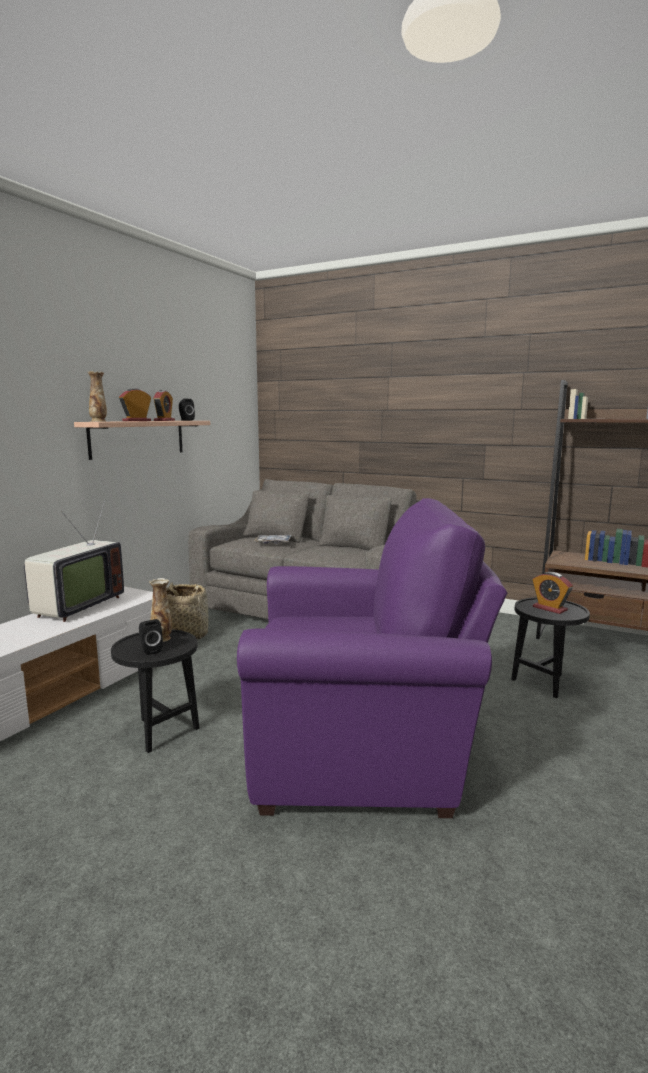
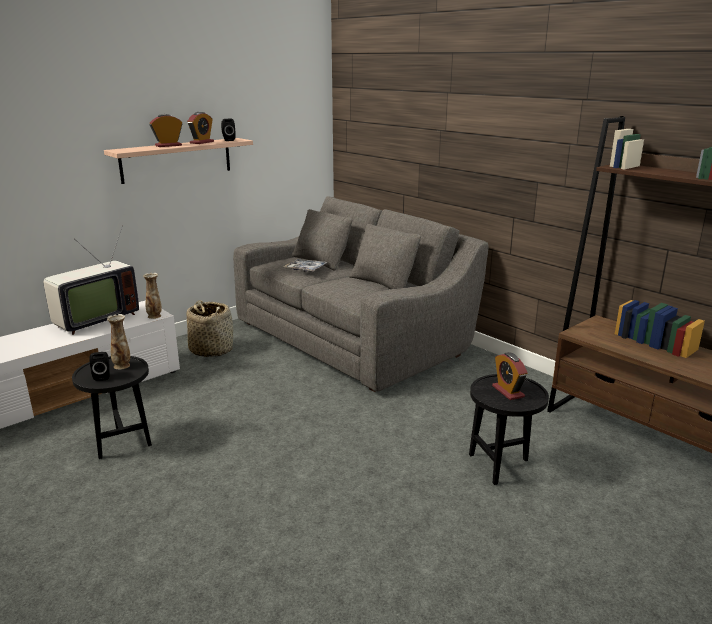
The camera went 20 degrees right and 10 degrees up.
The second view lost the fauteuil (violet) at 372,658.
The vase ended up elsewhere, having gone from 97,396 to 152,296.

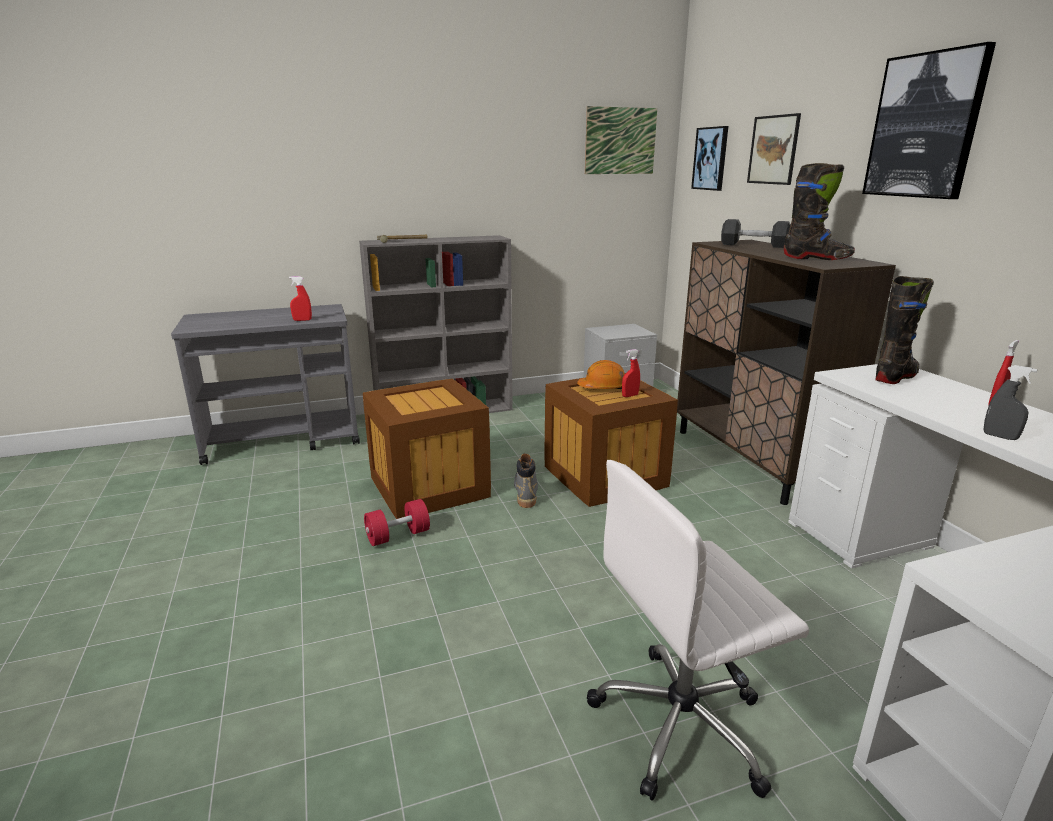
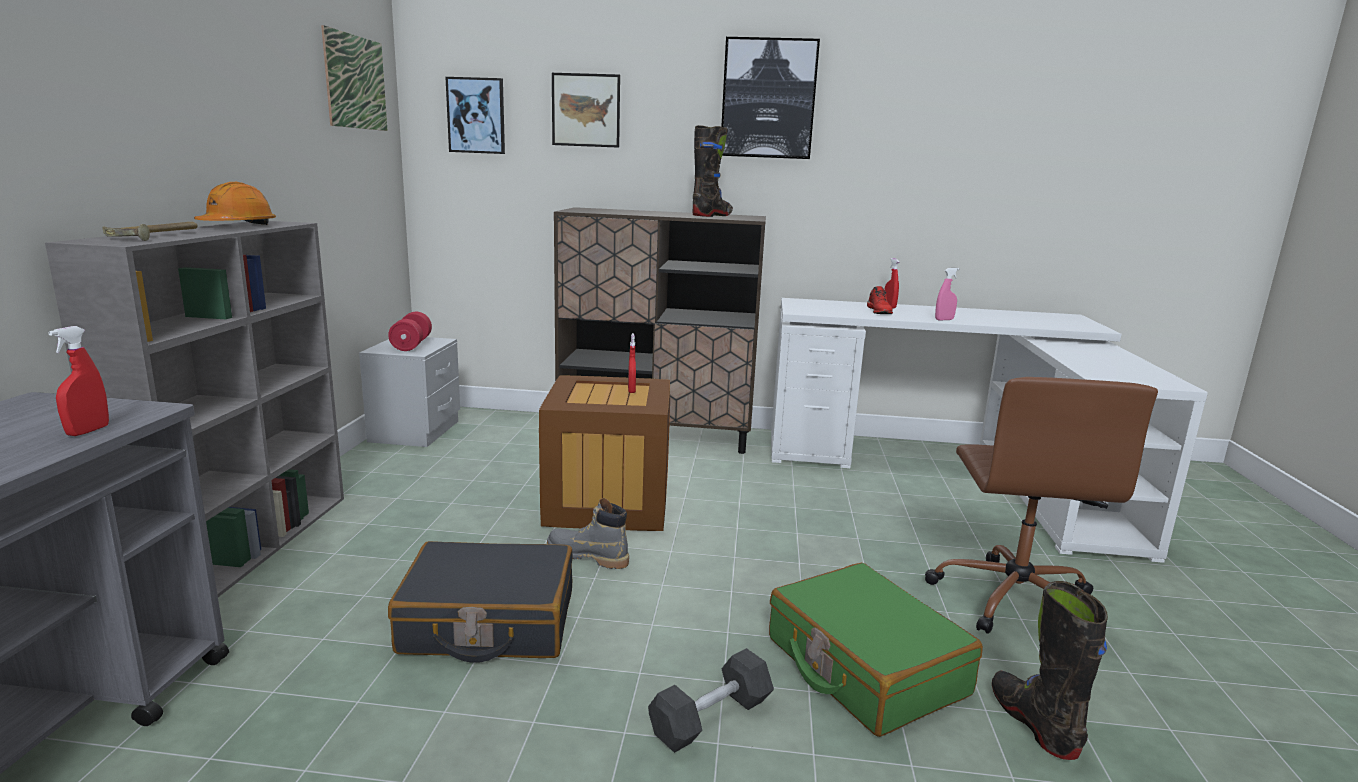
The camera went 65 degrees left and 5 degrees down.
The second view gained the valise (vert) at 876,650.
The second view gained the chaussure (rouge) at 880,300.
The haltère (rouge) ended up elsewhere, having gone from 397,522 to 410,331.
The casque de chantier (orange) ended up elsewhere, having gone from 601,375 to 235,203.
The haltère (gris) ended up elsewhere, having gone from 756,233 to 711,700.
The botte (noir) ended up elsewhere, having gone from 904,330 to 1050,670.
Where the caisse stood at 427,449, the valise (noir) came to stand at 480,602.
What was the chaise de bureau (blanc) at 698,630 turned into the chaise de bureau (marron) at 1041,505.
What was the vaporisateur (gris) at 1010,402 turned into the vaporisateur (rose) at 947,294.

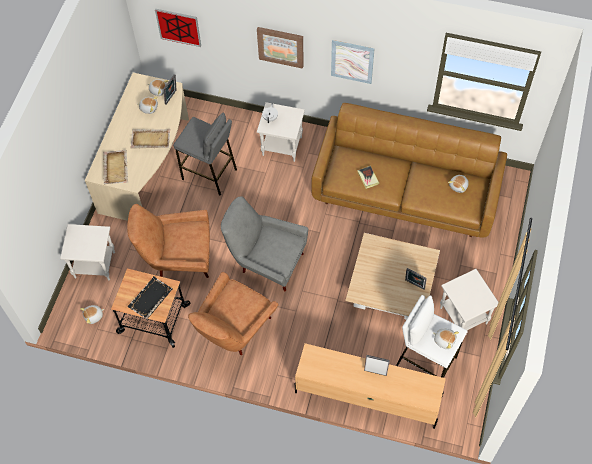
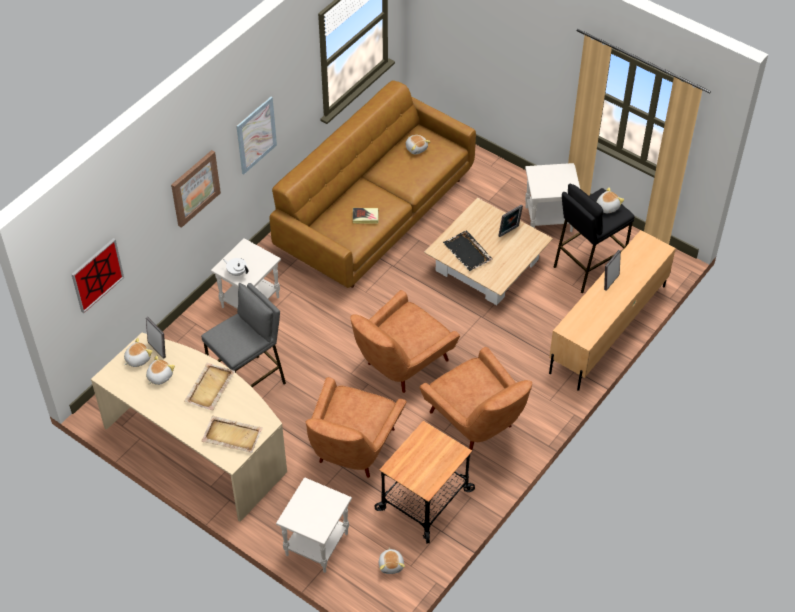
The camera went 70 degrees left and 10 degrees down.
The plateau (noir) ended up elsewhere, having gone from 150,298 to 468,250.
What was the fauteuil (gris) at 264,244 turned into the fauteuil (marron) at 405,341.
What was the tabouret (blanc) at 432,336 turned into the tabouret (noir) at 594,238.

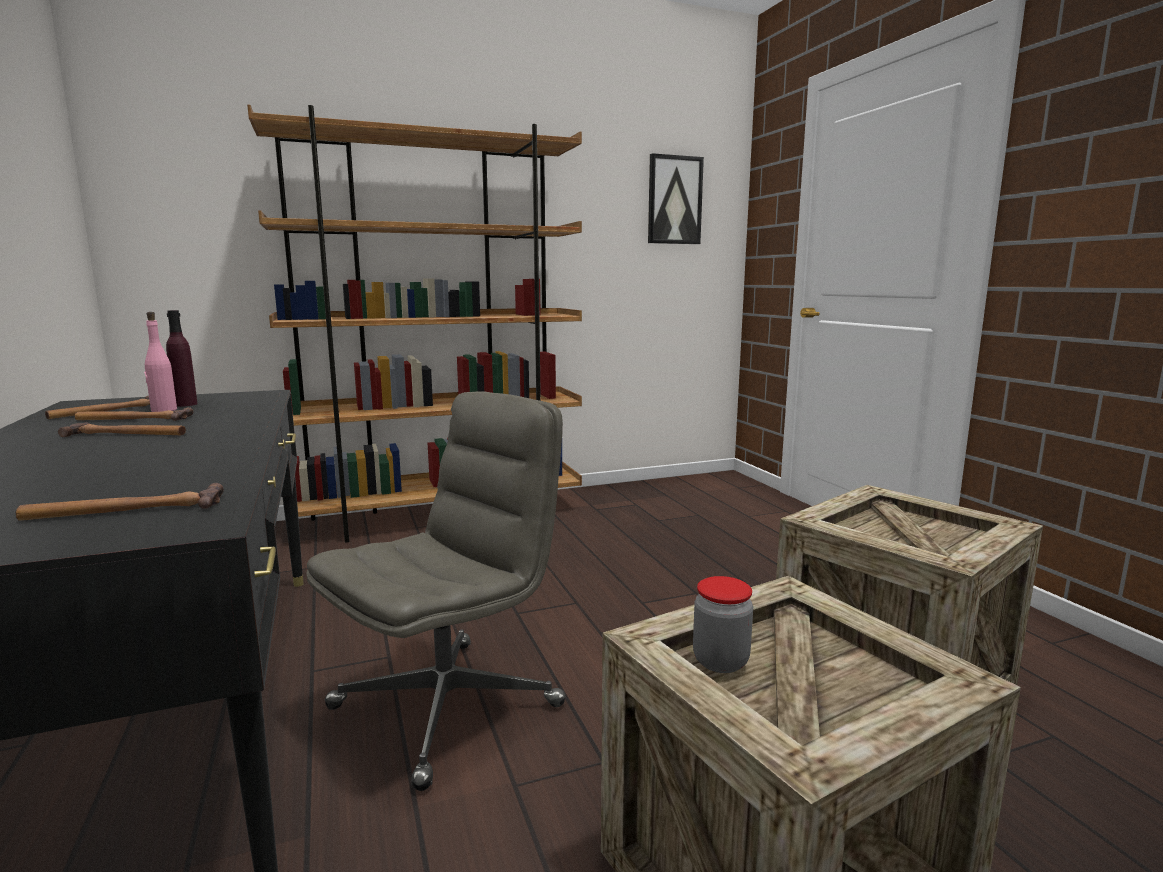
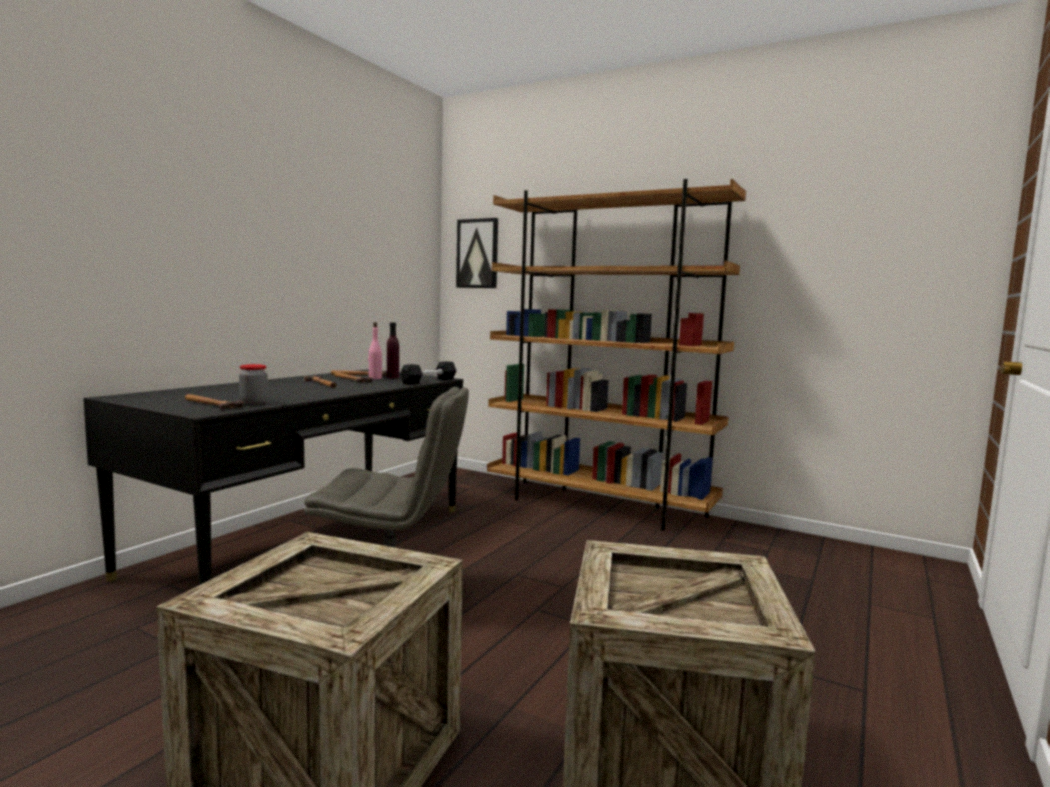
The camera went 50 degrees right and 5 degrees down.
The second view gained the haltère (noir) at 428,372.
The tableau ended up elsewhere, having gone from 676,198 to 477,253.
The bocal ended up elsewhere, having gone from 723,624 to 253,384.

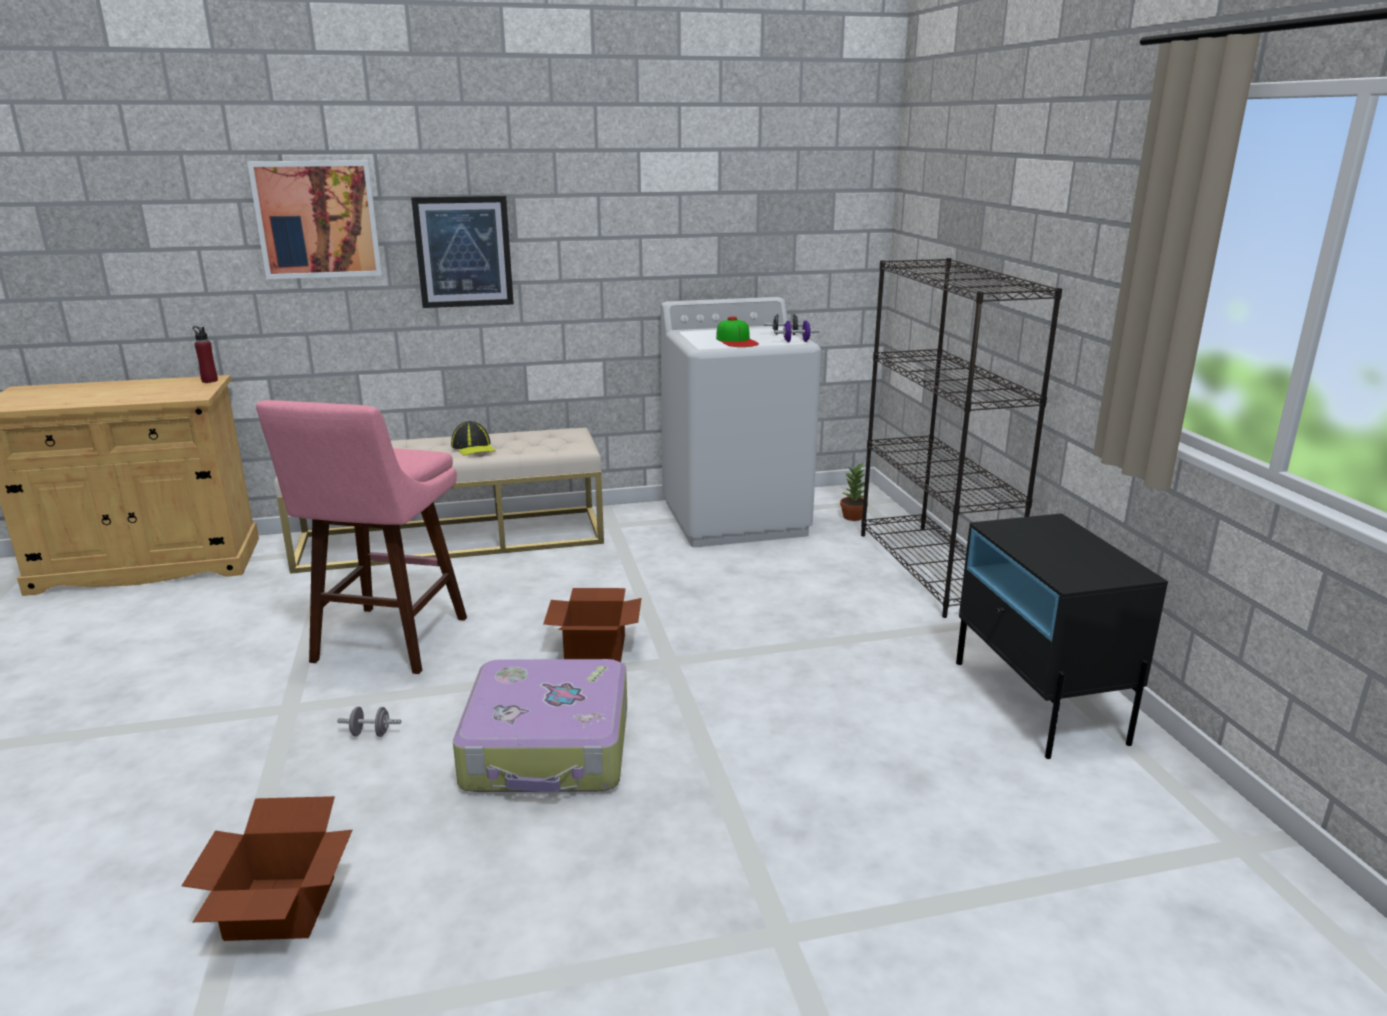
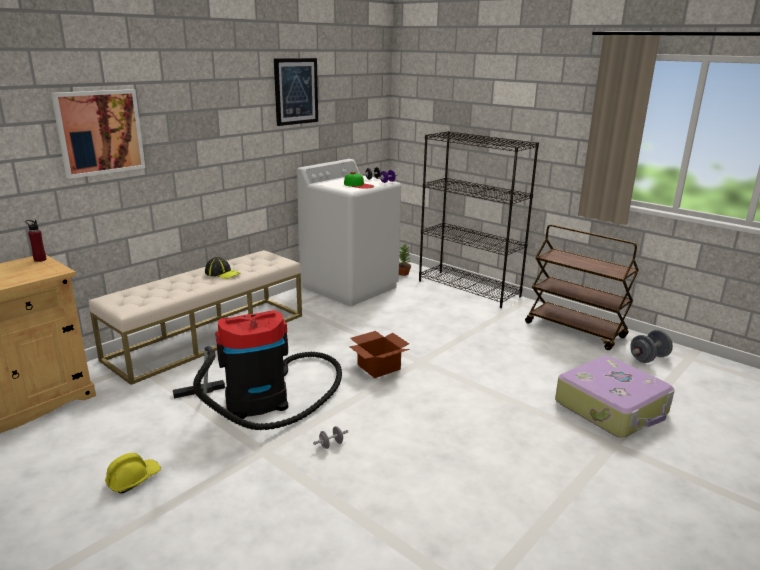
The camera went 35 degrees left and 0 degrees up.
The second view lost the carton at 267,868.
The second view gained the casque de chantier (jaune) at 133,473.
The second view gained the haltère (gris) at 651,346.
The tableau ended up elsewhere, having gone from 462,251 to 296,92.
The valise ended up elsewhere, having gone from 540,725 to 614,397.
Where the tabouret (rose) stood at 361,537, the aspirateur came to stand at 257,370.
Where the table de chevet (noir) stood at 1062,636, the chariot (marron) came to stand at 582,287.

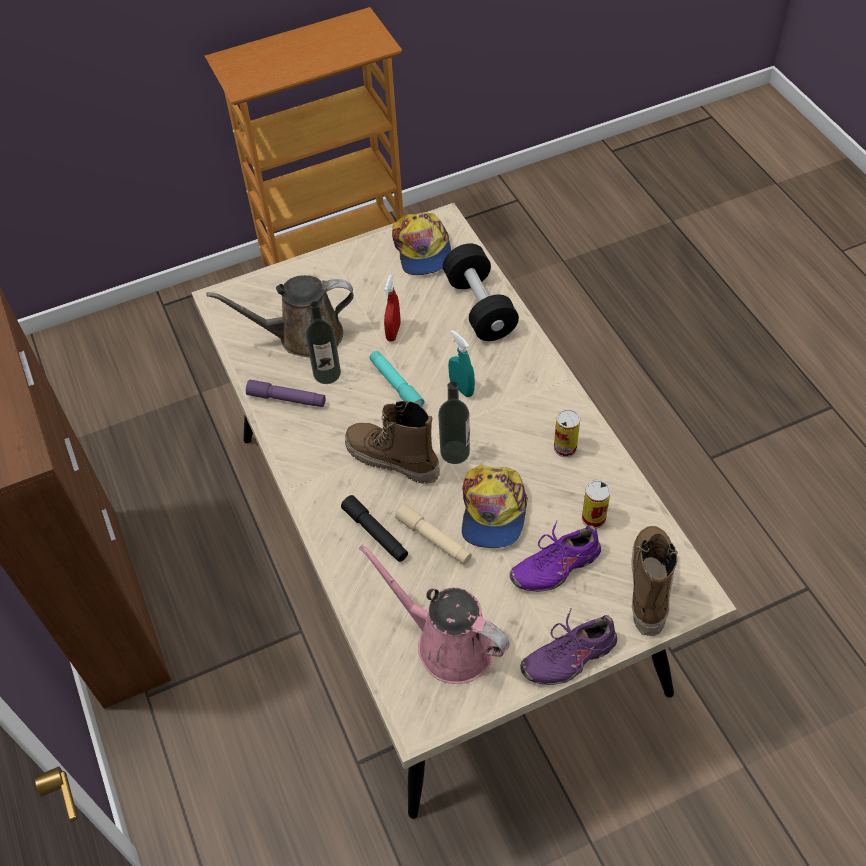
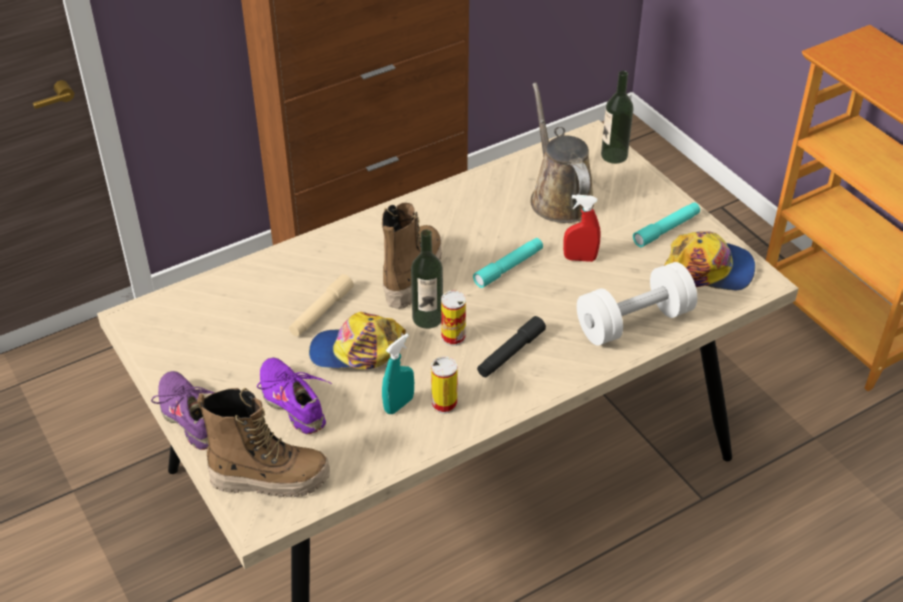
The camera went 80 degrees right and 10 degrees down.
The second view lost the lampe de poche (violet) at 286,393.
The second view lost the arrosoir (rose) at 434,614.
The second view gained the lampe de poche (turquoise) at 666,224.
The bouteille ended up elsewhere, having gone from 323,342 to 617,117.
The lampe de poche (noir) ended up elsewhere, having gone from 374,528 to 511,346.
The vaporisateur (turquoise) ended up elsewhere, having gone from 461,363 to 398,373.
The boîte métallique ended up elsewhere, having gone from 596,504 to 453,318.
What was the haltère (noir) at 481,292 turned into the haltère (blanc) at 637,304.
The casquette at 421,243 ended up facing another way, 150 degrees counterclockwise from before.

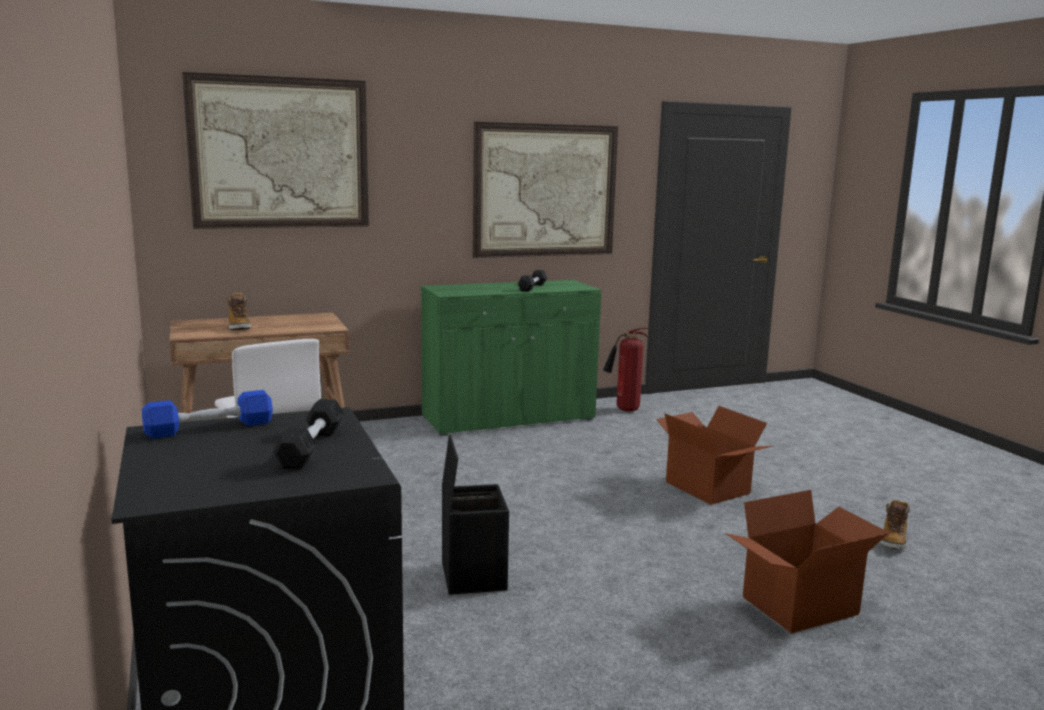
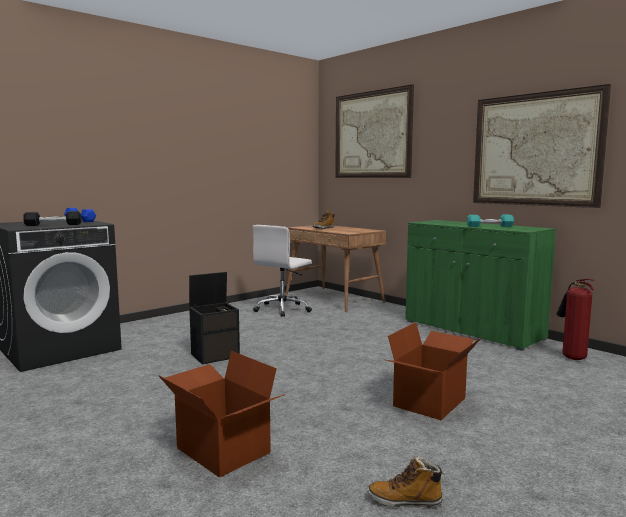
The camera went 70 degrees right and 5 degrees down.
What was the haltère (noir) at 532,281 turned into the haltère (turquoise) at 490,221.

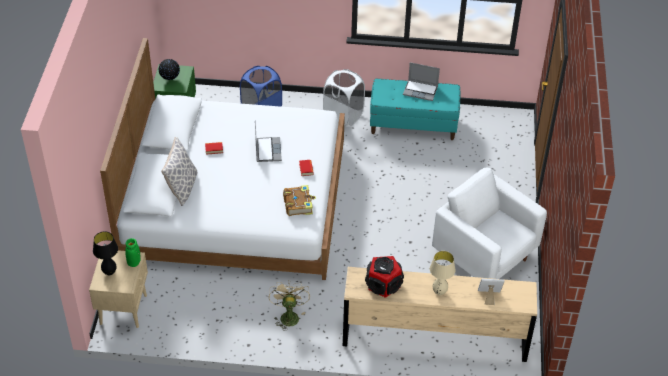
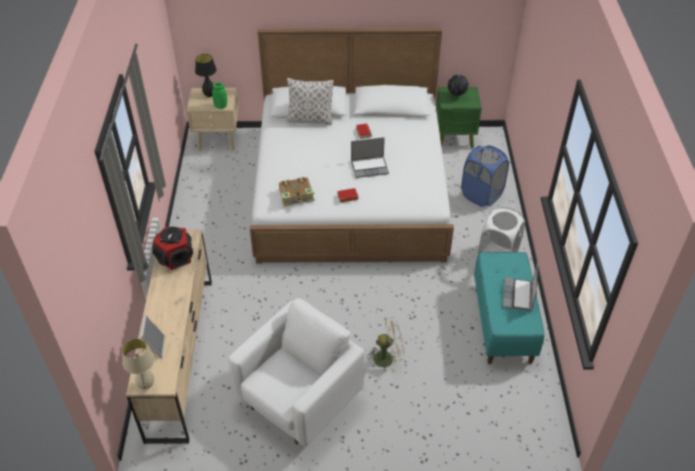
The camera went 85 degrees right and 0 degrees up.
The ventilateur (beige) ended up elsewhere, having gone from 289,305 to 386,345.
The lampe de table (beige) ended up elsewhere, having gone from 443,273 to 138,364.

